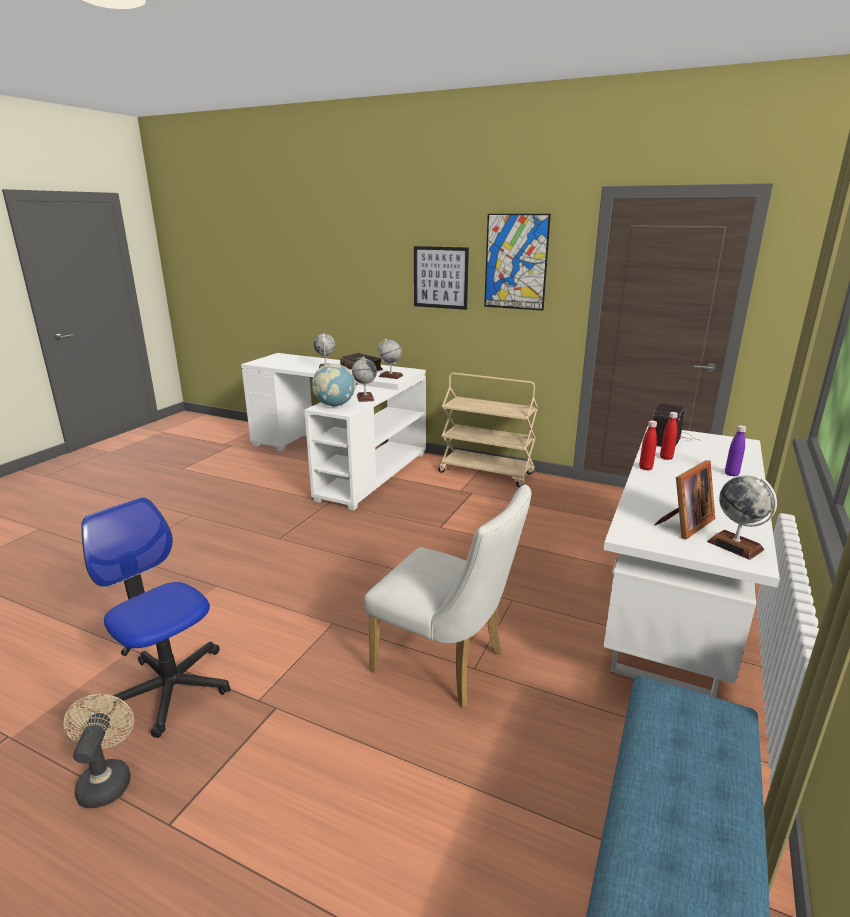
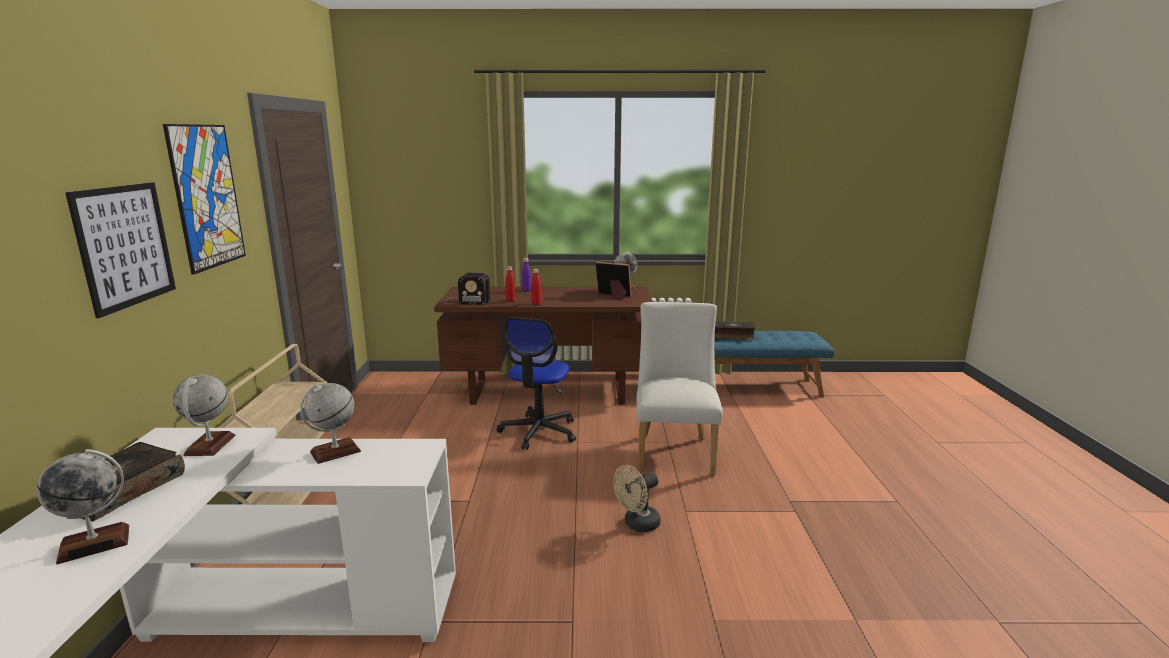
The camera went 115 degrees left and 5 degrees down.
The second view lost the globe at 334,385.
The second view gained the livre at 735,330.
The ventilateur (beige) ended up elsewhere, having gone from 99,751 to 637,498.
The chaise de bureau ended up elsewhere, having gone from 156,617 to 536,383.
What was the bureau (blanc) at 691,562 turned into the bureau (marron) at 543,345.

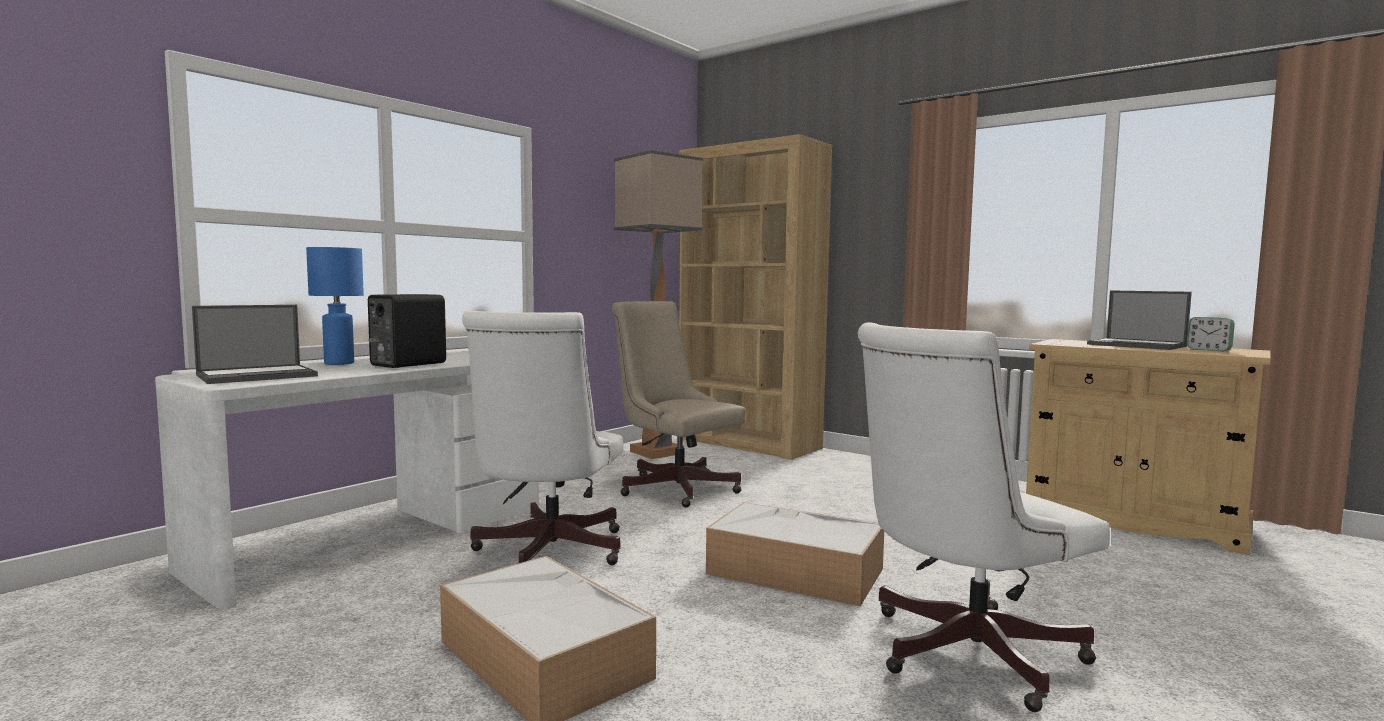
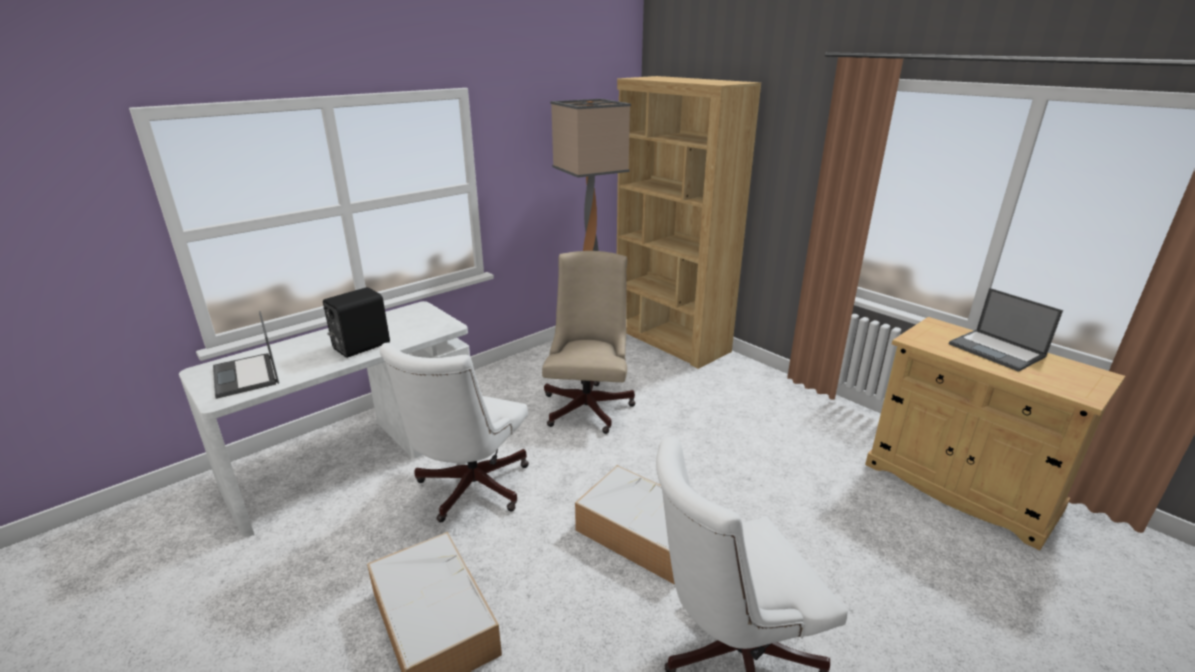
The camera went 10 degrees right and 20 degrees up.
The second view lost the lampe de table (bleu) at 335,306.
The second view lost the réveil at 1211,334.
The ordinateur portable at 255,344 ended up facing another way, 90 degrees clockwise from before.
The chaise de bureau (beige) at 679,404 ended up facing another way, 45 degrees clockwise from before.

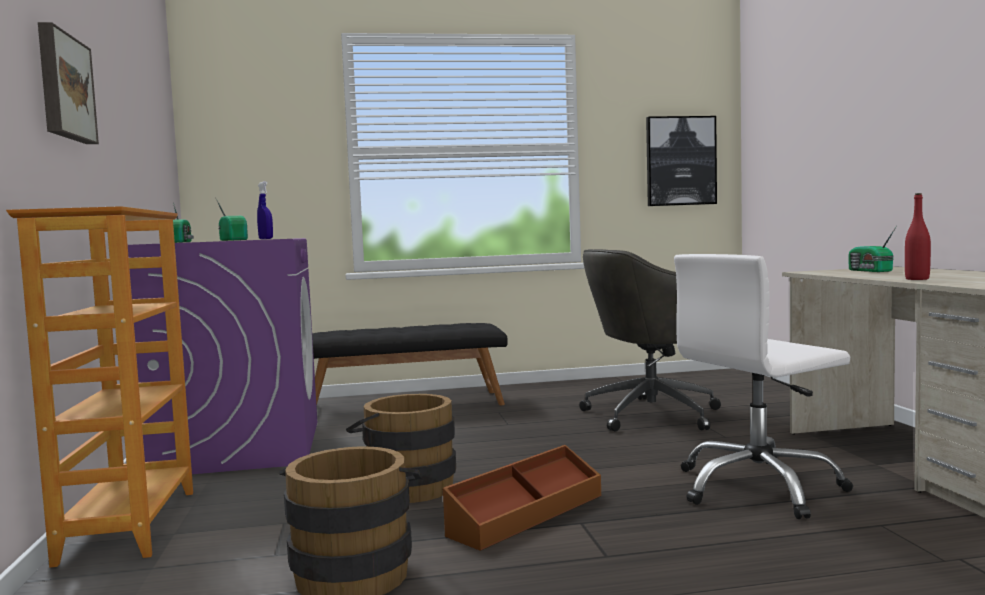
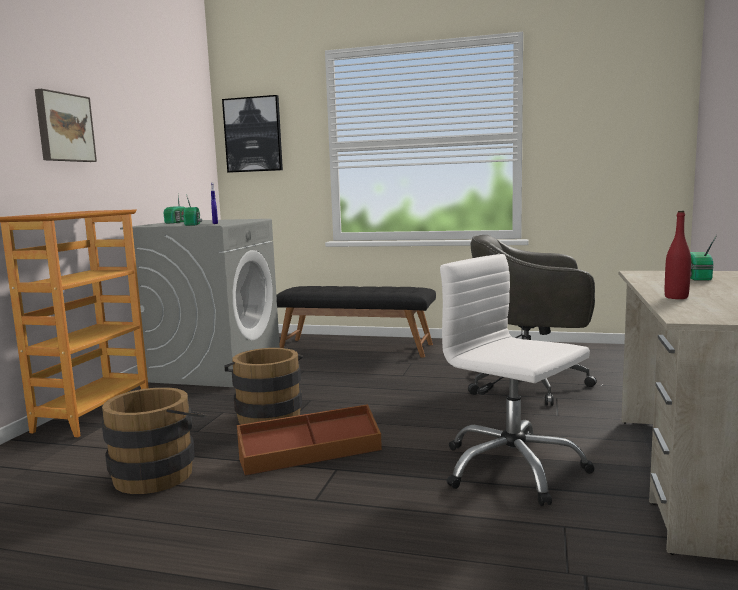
The camera went 25 degrees right and 5 degrees up.
The tableau ended up elsewhere, having gone from 681,161 to 252,134.
What was the lave-linge (violet) at 222,356 turned into the lave-linge (gris) at 200,303.
The chaise de bureau (blanc) at 763,386 ended up facing another way, 45 degrees clockwise from before.

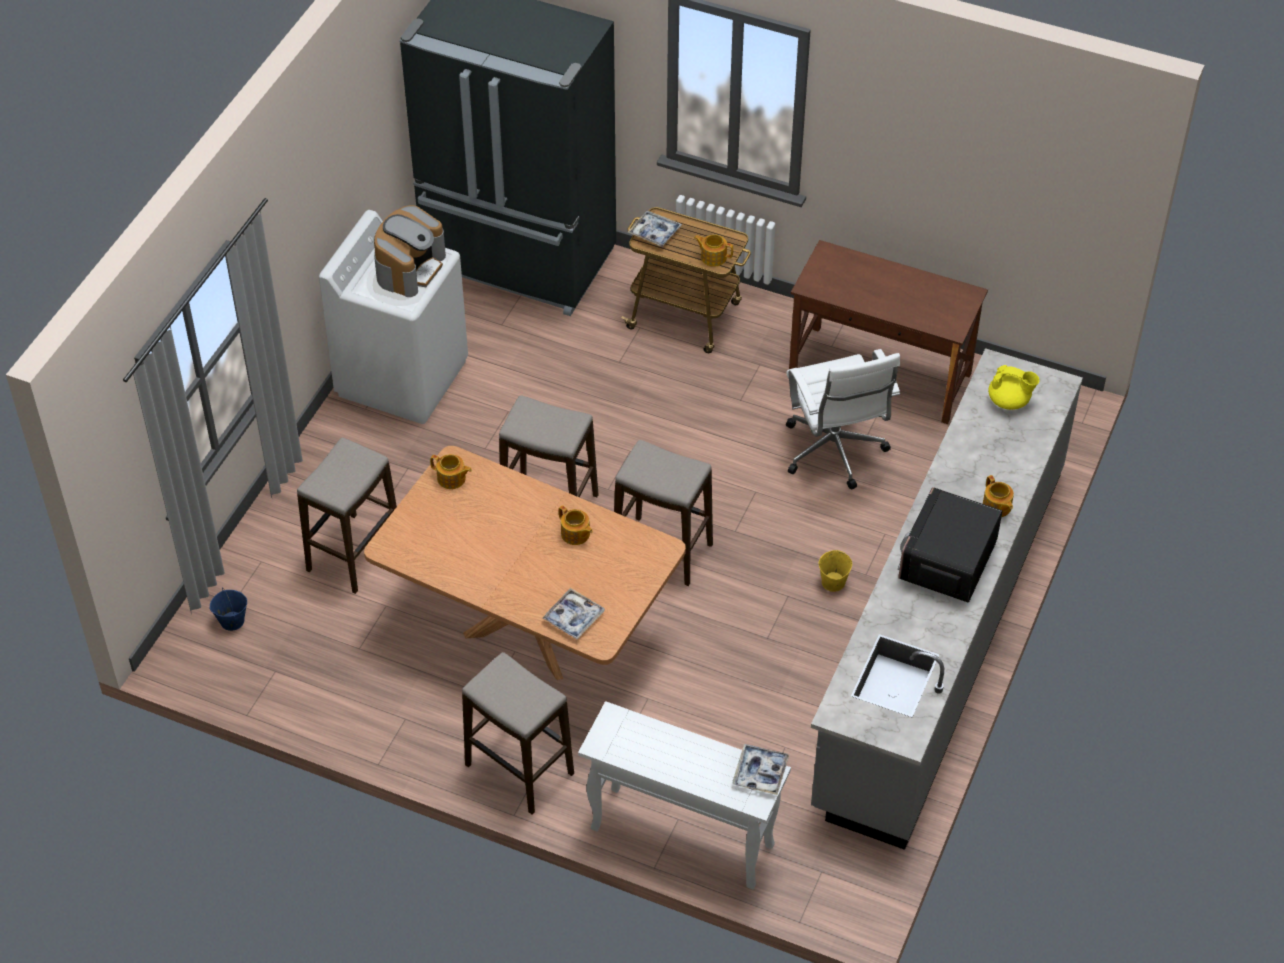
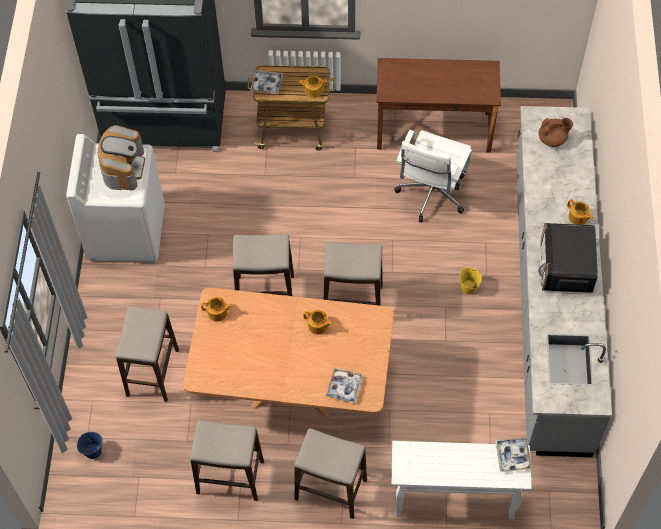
The camera went 20 degrees left and 10 degrees up.
The second view gained the tabouret at 227,460.
What was the théière (jaune) at 1013,387 turned into the théière (marron) at 556,132.
The chaise de bureau (blanc) at 843,419 ended up facing another way, 60 degrees clockwise from before.

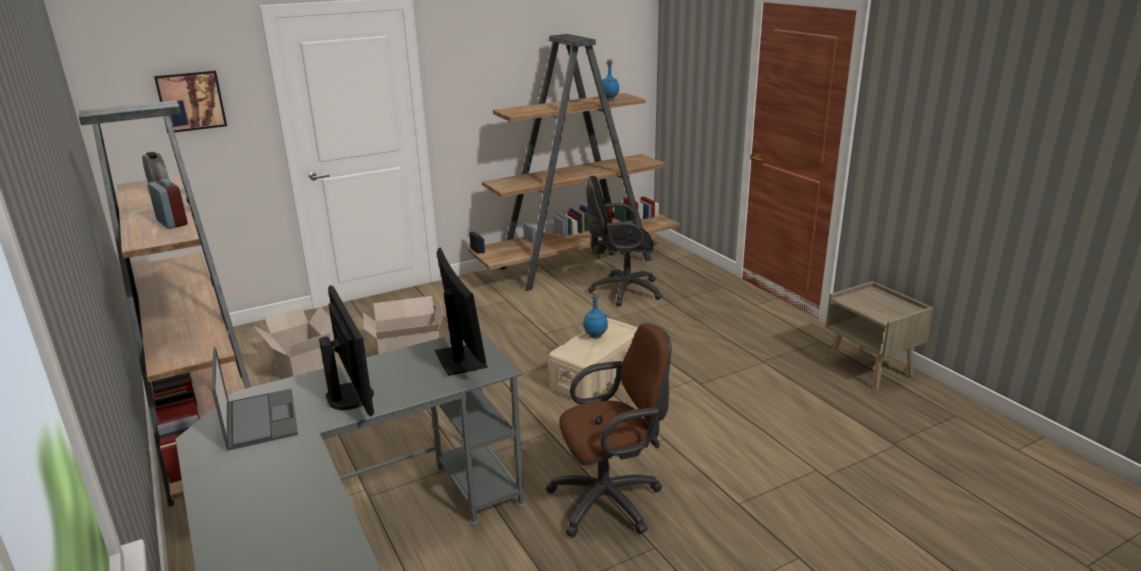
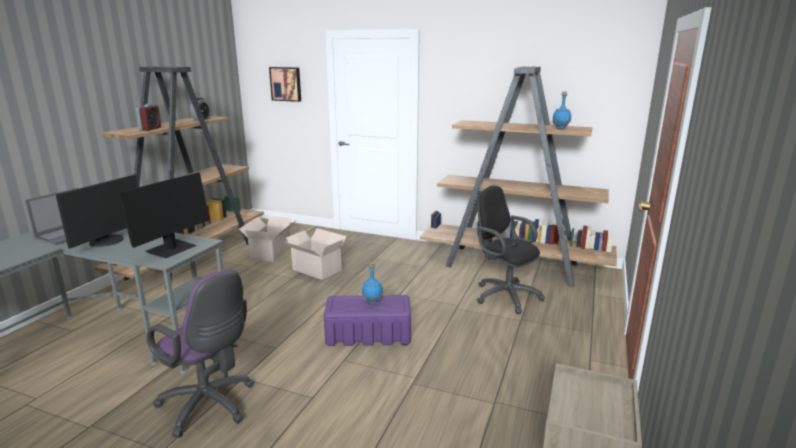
The camera went 50 degrees right and 5 degrees down.
What was the chaise de bureau (marron) at 608,430 turned into the chaise de bureau (violet) at 200,353.
What was the boîte de rangement (beige) at 593,358 turned into the boîte de rangement (violet) at 367,320.

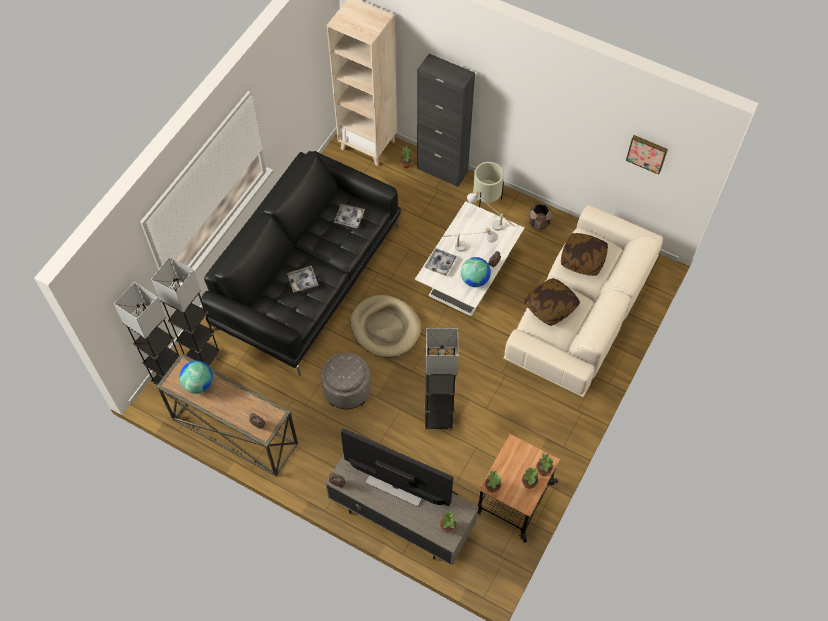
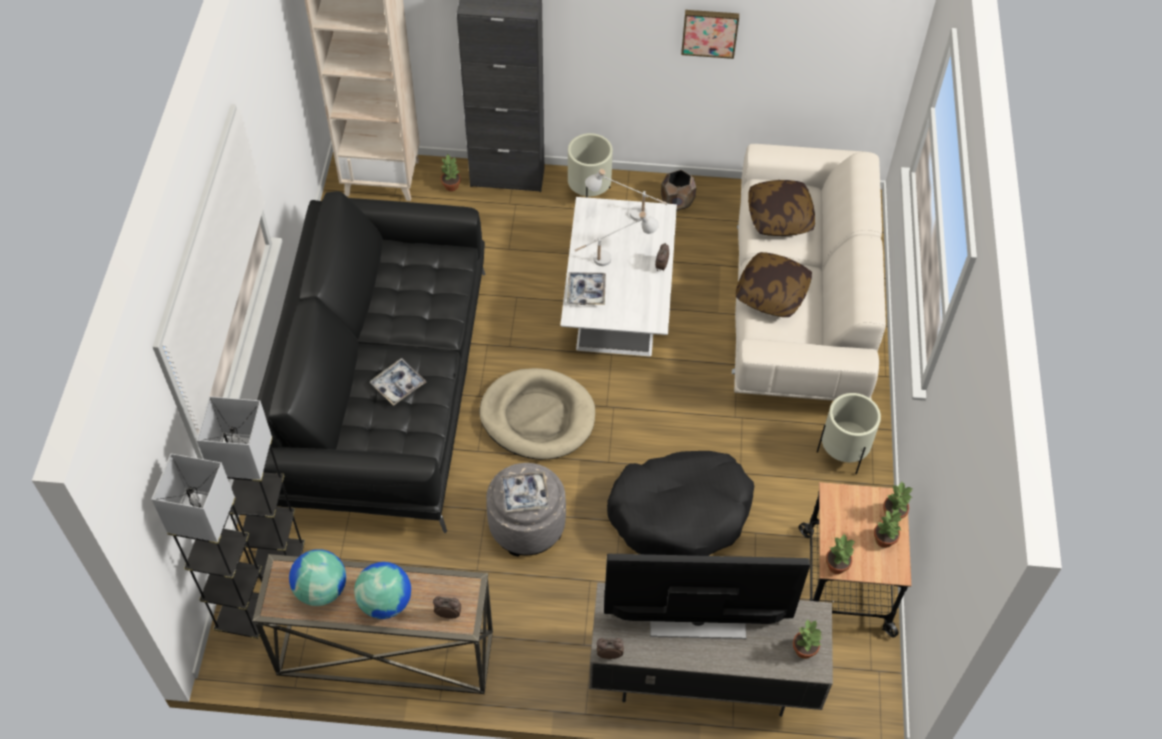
The camera went 25 degrees left and 5 degrees down.
The second view gained the cache-pot (beige) at 849,433.
The plateau ended up elsewhere, having gone from 349,216 to 525,491.
The globe ended up elsewhere, having gone from 476,272 to 382,590.
The tableau ended up elsewhere, having gone from 647,155 to 710,34.
Where the lampadaire (gris) stood at 442,379, the panier pour chien (noir) came to stand at 680,503.

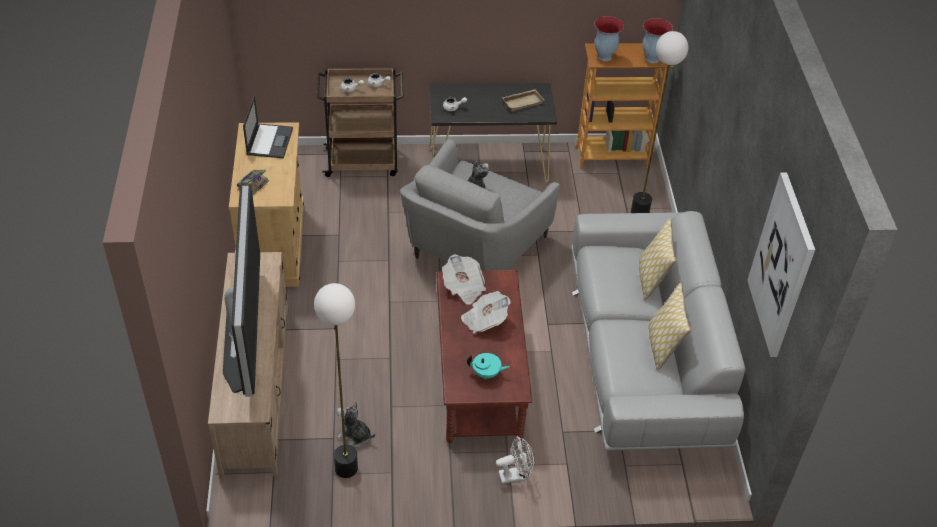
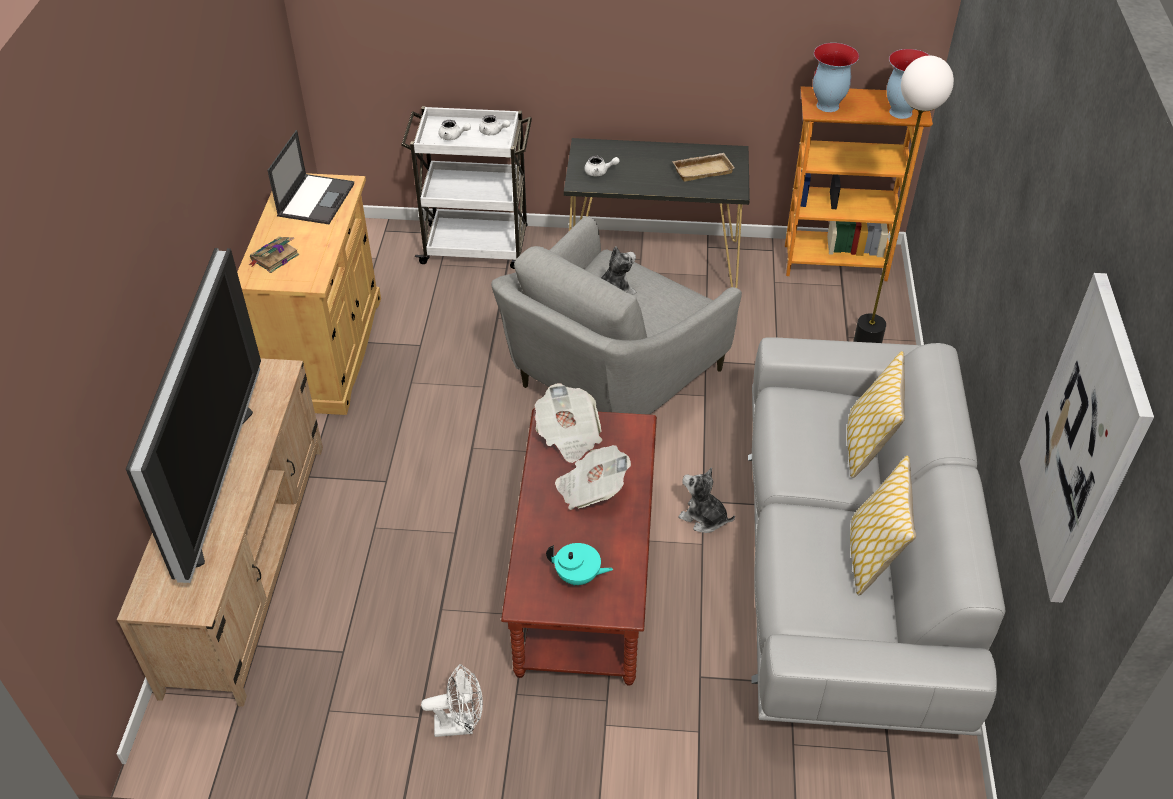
The camera went 10 degrees right and 0 degrees up.
The second view lost the lampadaire at 336,380.
The peluche ended up elsewhere, having gone from 355,424 to 706,500.
The ventilateur (blanc) ended up elsewhere, having gone from 515,460 to 452,700.
What was the chariot (marron) at 360,122 turned into the chariot (blanc) at 466,187.

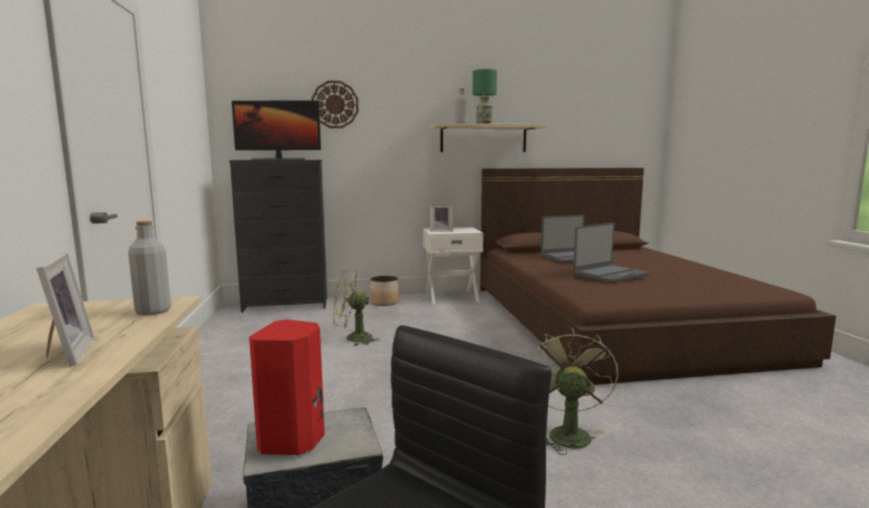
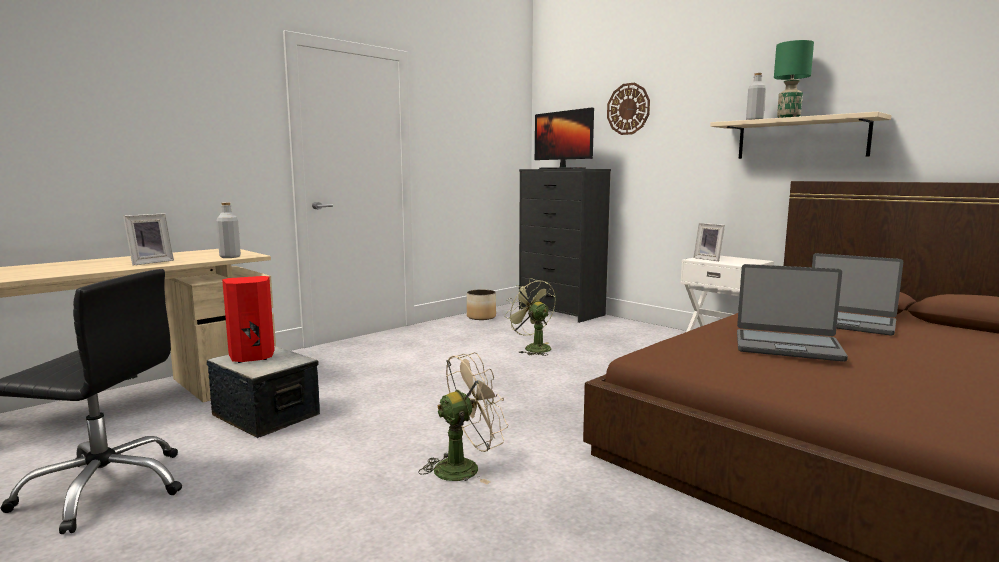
The camera went 55 degrees right and 0 degrees up.
The cache-pot ended up elsewhere, having gone from 384,291 to 481,304.
What was the ventilateur (vert) at 573,391 turned into the ventilateur (beige) at 463,418.

